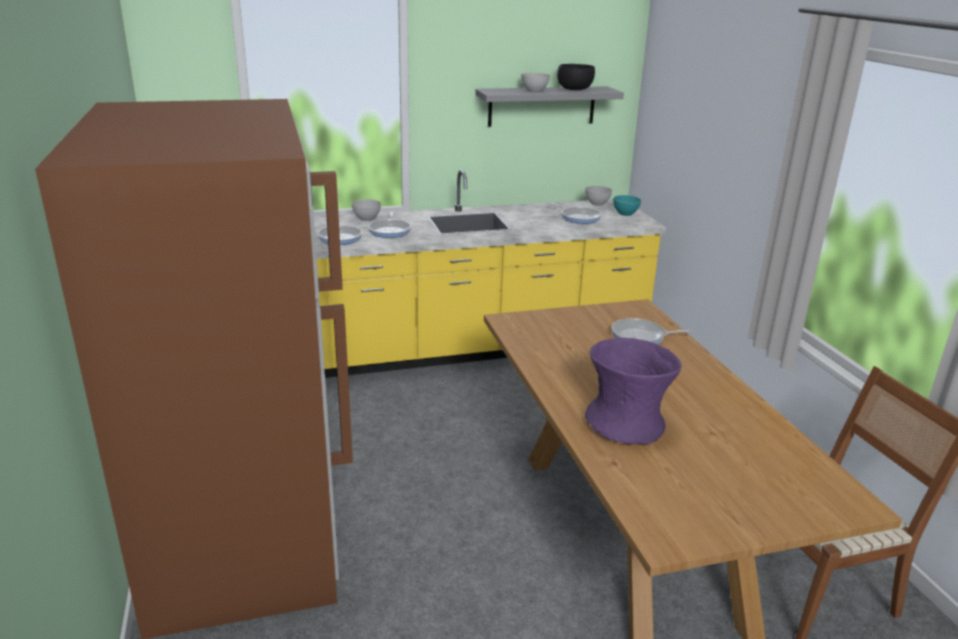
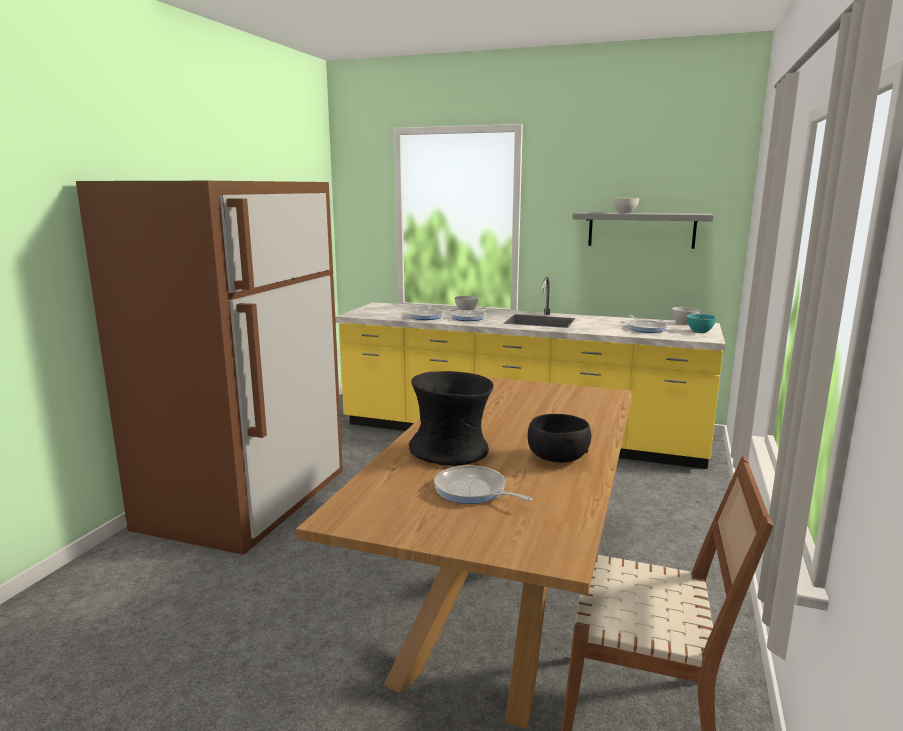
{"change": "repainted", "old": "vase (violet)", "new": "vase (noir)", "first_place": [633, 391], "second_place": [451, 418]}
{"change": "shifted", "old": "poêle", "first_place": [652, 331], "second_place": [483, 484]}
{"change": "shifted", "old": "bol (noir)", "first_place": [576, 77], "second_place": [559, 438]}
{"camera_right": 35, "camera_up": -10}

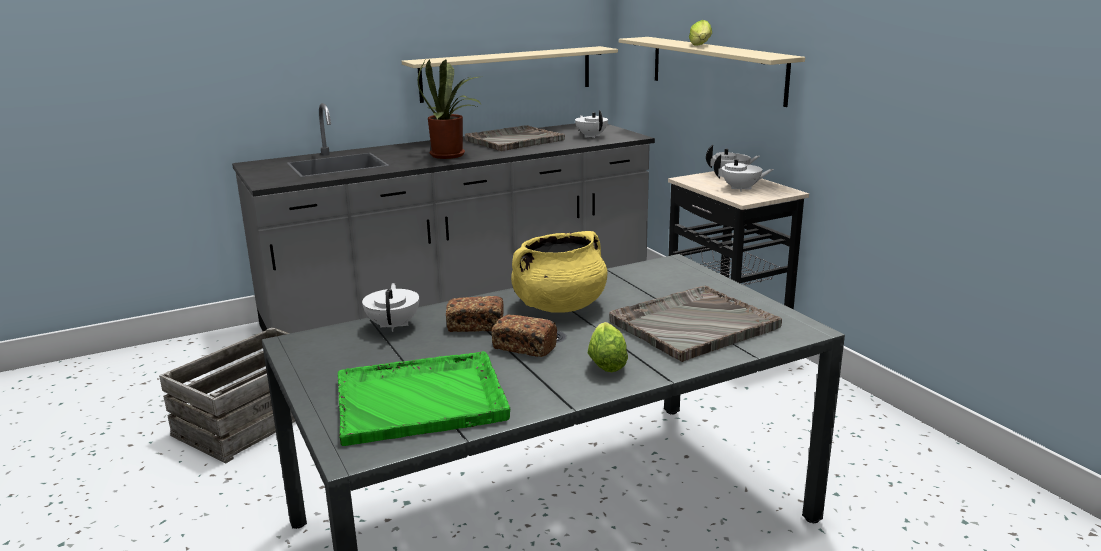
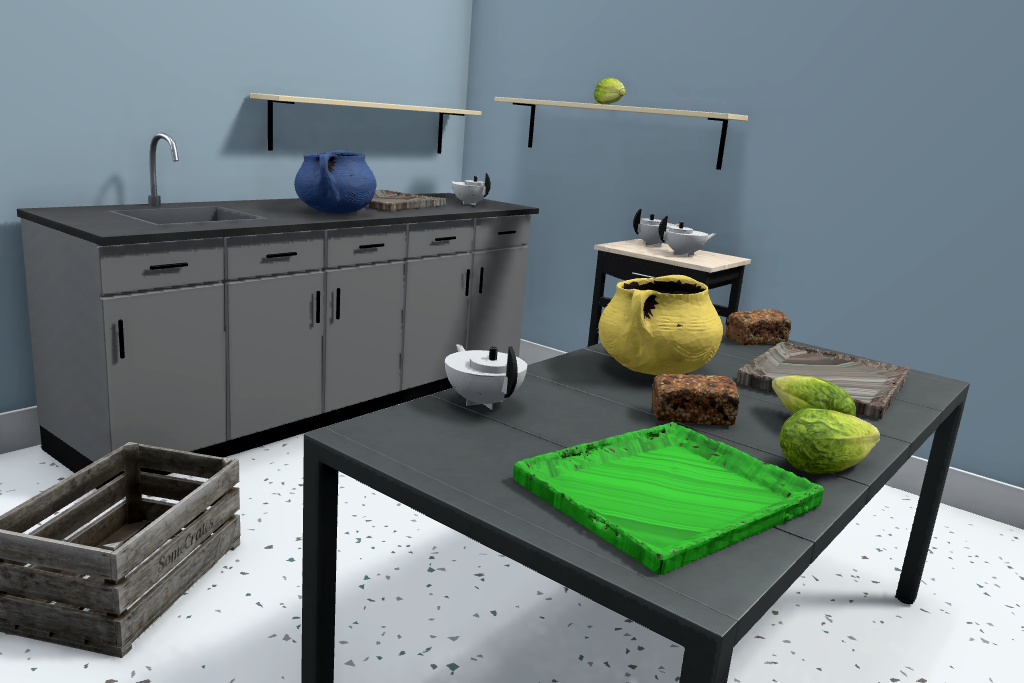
{"change": "swapped", "old": "plante en pot", "new": "marmite (bleu)", "first_place": [451, 109], "second_place": [335, 181]}
{"change": "shifted", "old": "pain", "first_place": [475, 314], "second_place": [759, 327]}
{"change": "new", "new": "laitue", "second_place": [830, 441]}
{"camera_right": -25, "camera_up": -5}

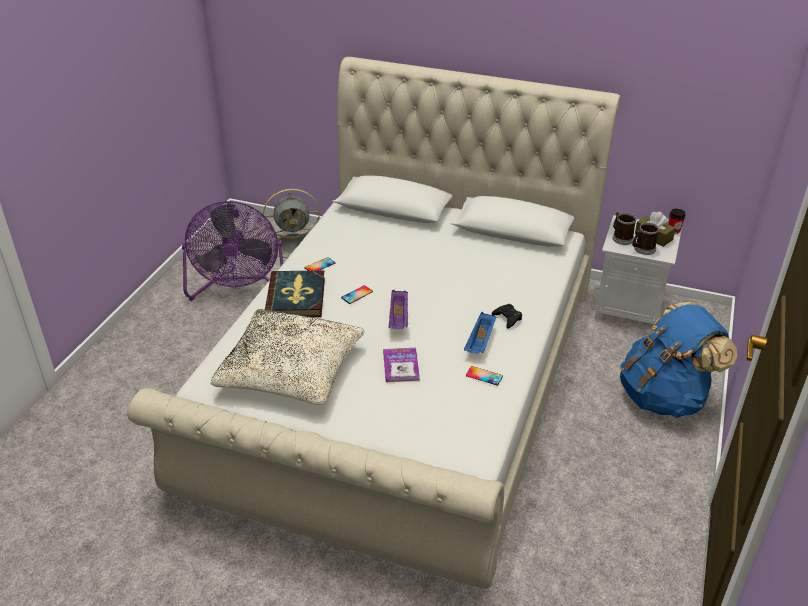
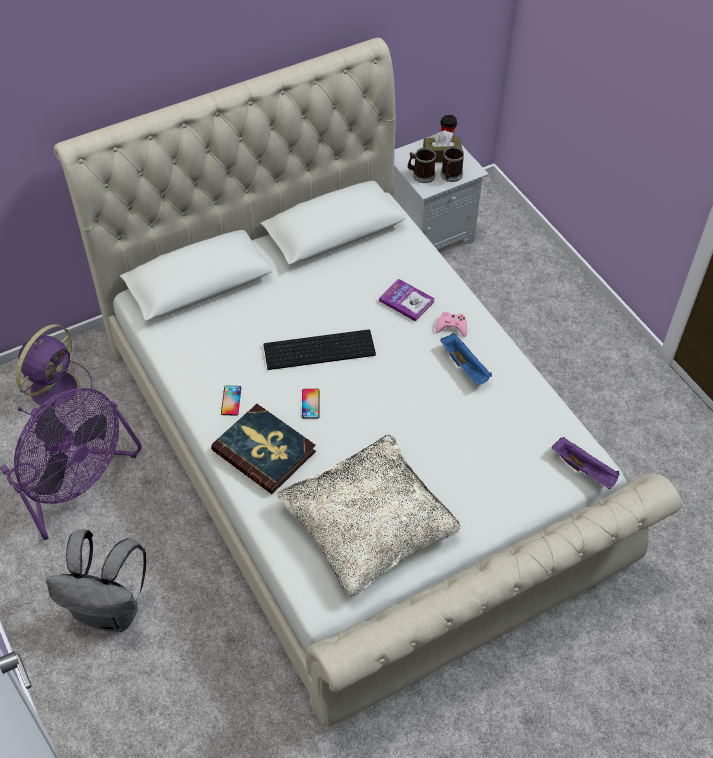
{"change": "repainted", "old": "ventilateur (gris)", "new": "ventilateur (violet)", "first_place": [291, 223], "second_place": [54, 370]}
{"change": "new", "new": "sac à dos (gris)", "second_place": [96, 580]}
{"change": "new", "new": "clavier", "second_place": [319, 349]}
{"change": "shifted", "old": "livre", "first_place": [401, 365], "second_place": [407, 300]}
{"change": "repainted", "old": "manette (noir)", "new": "manette (rose)", "first_place": [507, 316], "second_place": [451, 324]}
{"change": "shifted", "old": "plateau (violet)", "first_place": [398, 309], "second_place": [586, 463]}
{"change": "gone", "old": "téléphone", "first_place": [484, 376]}
{"change": "gone", "old": "sac à dos (bleu)", "first_place": [679, 360]}
{"camera_right": -50, "camera_up": 15}

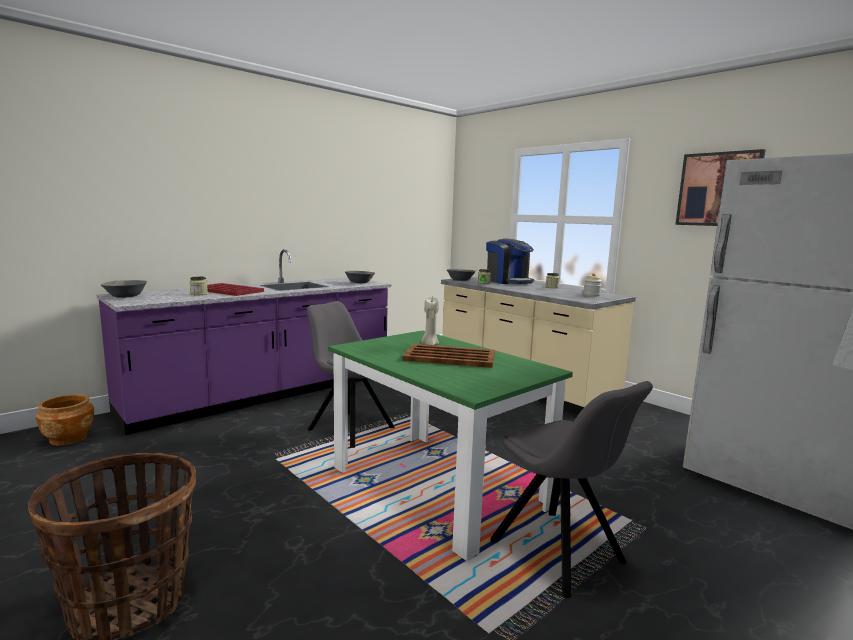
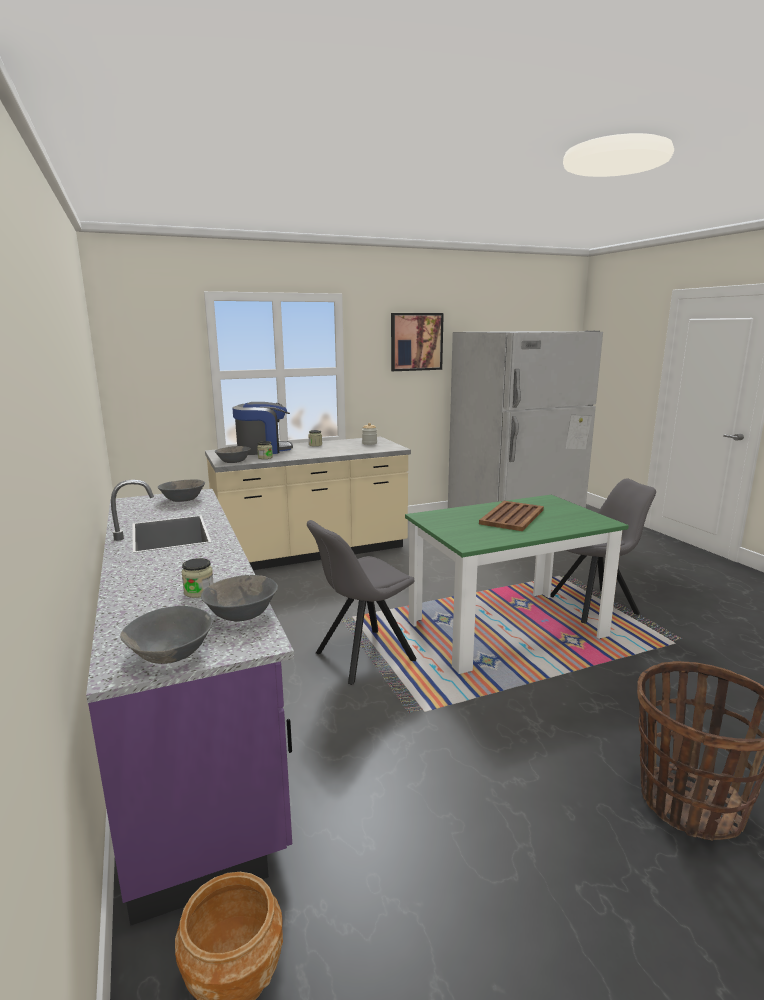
{"change": "new", "new": "bol (gris)", "second_place": [239, 598]}
{"change": "gone", "old": "plateau (rouge)", "first_place": [235, 289]}
{"change": "gone", "old": "bougie (beige)", "first_place": [430, 321]}
{"camera_right": -70, "camera_up": 5}

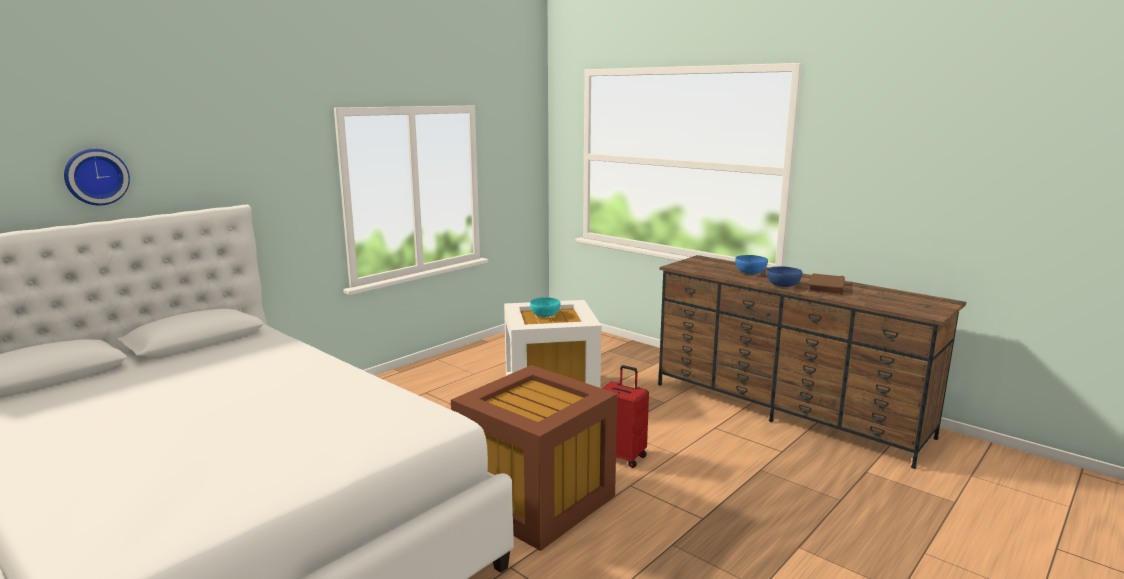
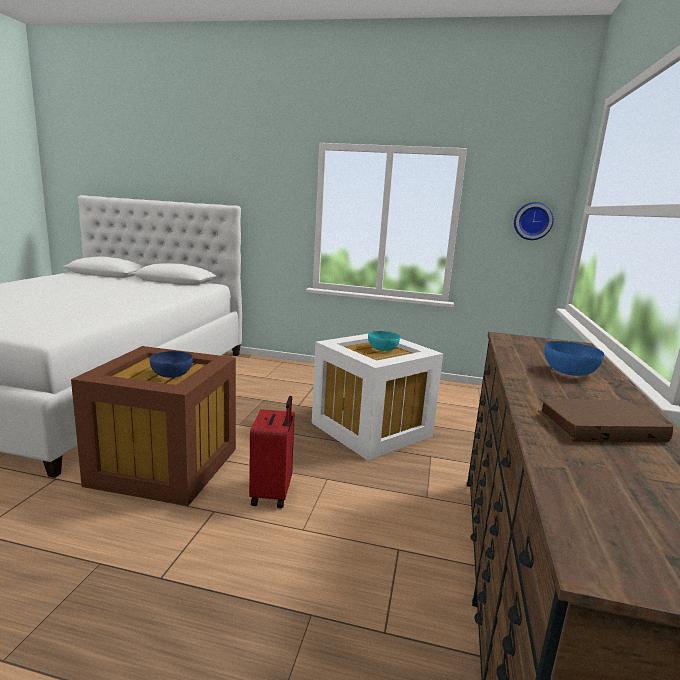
{"change": "shifted", "old": "bol (bleu)", "first_place": [784, 276], "second_place": [171, 364]}
{"change": "shifted", "old": "horloge murale", "first_place": [97, 177], "second_place": [534, 221]}
{"camera_right": 60, "camera_up": 0}

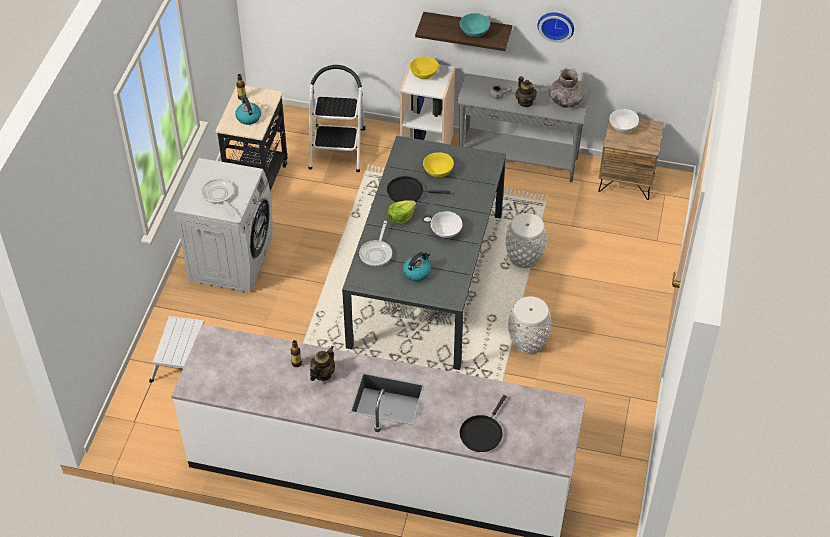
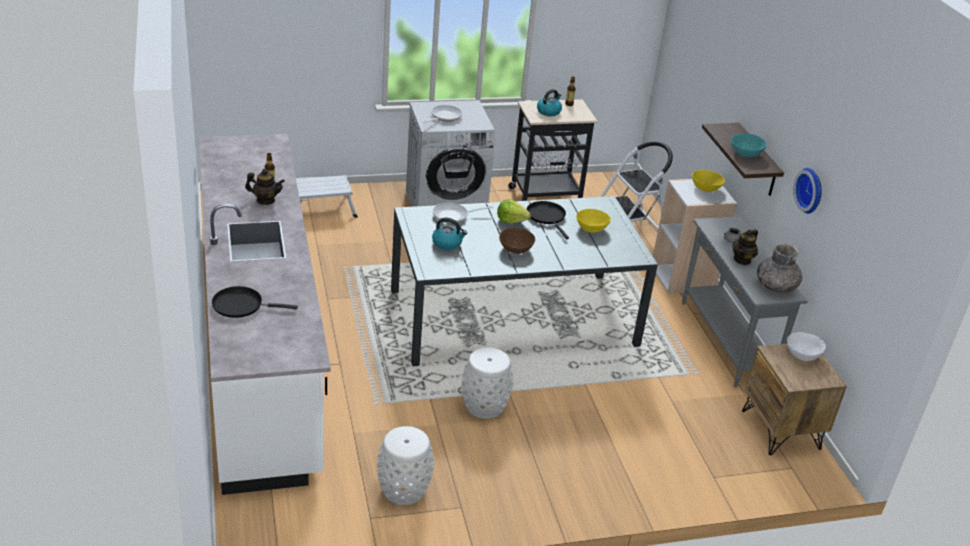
{"change": "shifted", "old": "tabouret (blanc)", "first_place": [526, 240], "second_place": [405, 465]}
{"change": "repainted", "old": "bol (blanc)", "new": "bol (marron)", "first_place": [446, 224], "second_place": [517, 241]}
{"camera_right": 60, "camera_up": -15}

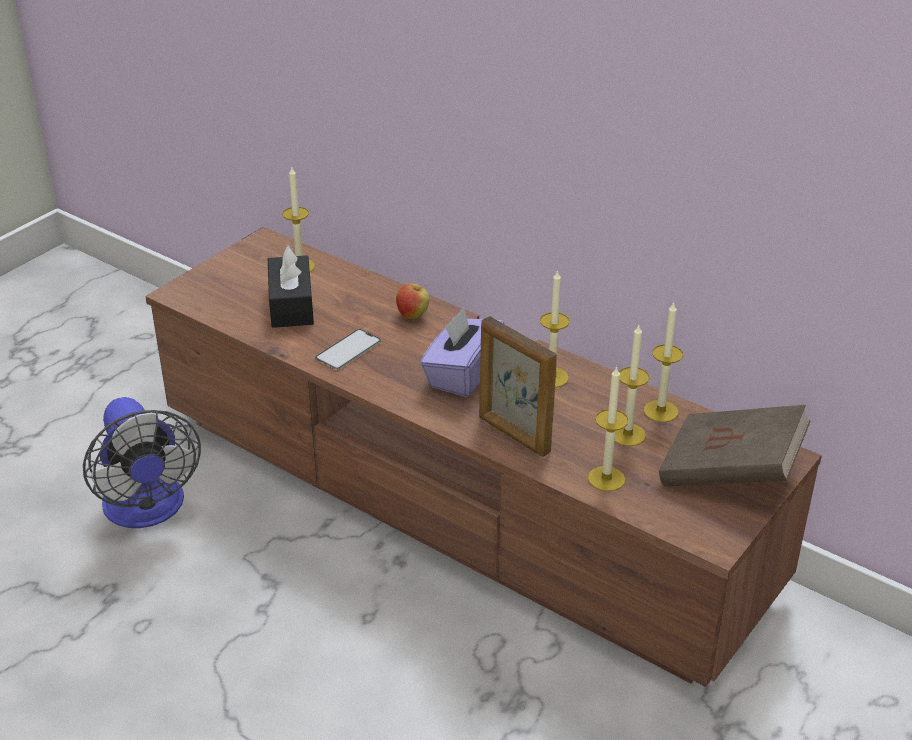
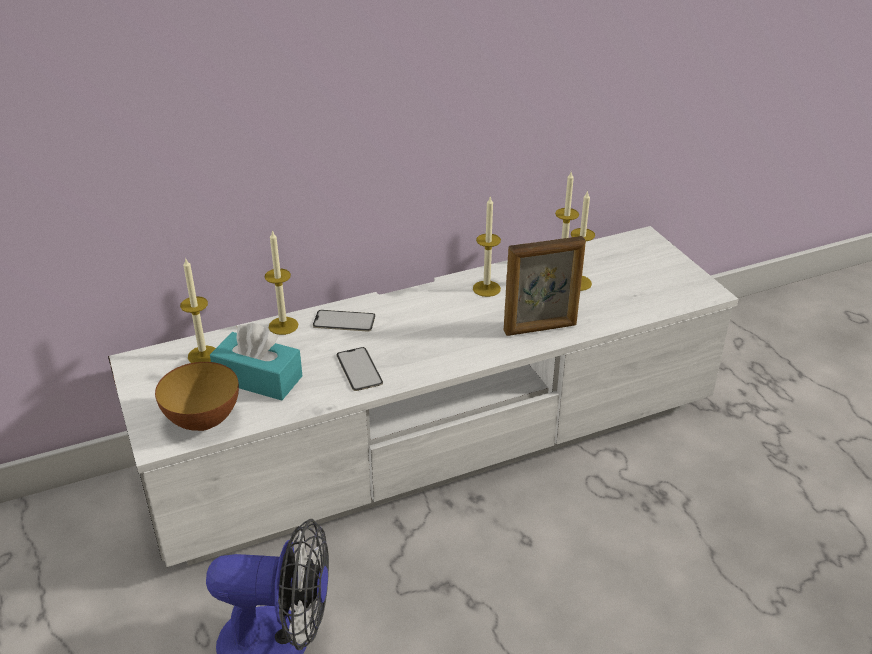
{"change": "repainted", "old": "meuble télé (marron)", "new": "meuble télé (blanc)", "first_place": [483, 457], "second_place": [423, 396]}
{"change": "new", "new": "bol", "second_place": [197, 396]}
{"change": "repainted", "old": "boîte à mouchoirs (noir)", "new": "boîte à mouchoirs (turquoise)", "first_place": [291, 287], "second_place": [256, 361]}
{"change": "shifted", "old": "bougie", "first_place": [608, 428], "second_place": [281, 282]}
{"change": "swapped", "old": "pomme", "new": "téléphone", "first_place": [412, 301], "second_place": [344, 321]}
{"change": "gone", "old": "boîte à mouchoirs (violet)", "first_place": [462, 352]}
{"change": "gone", "old": "livre (marron)", "first_place": [734, 446]}
{"camera_right": -60, "camera_up": 0}

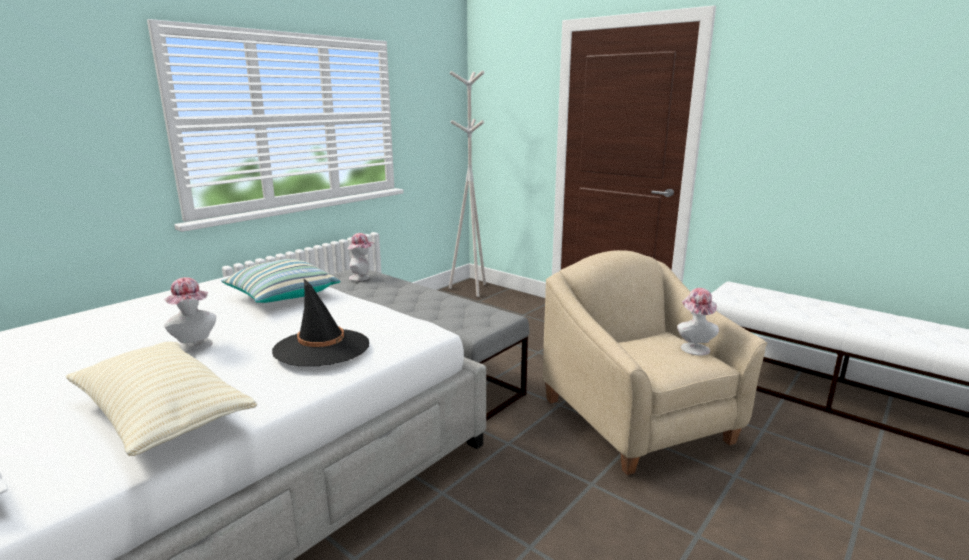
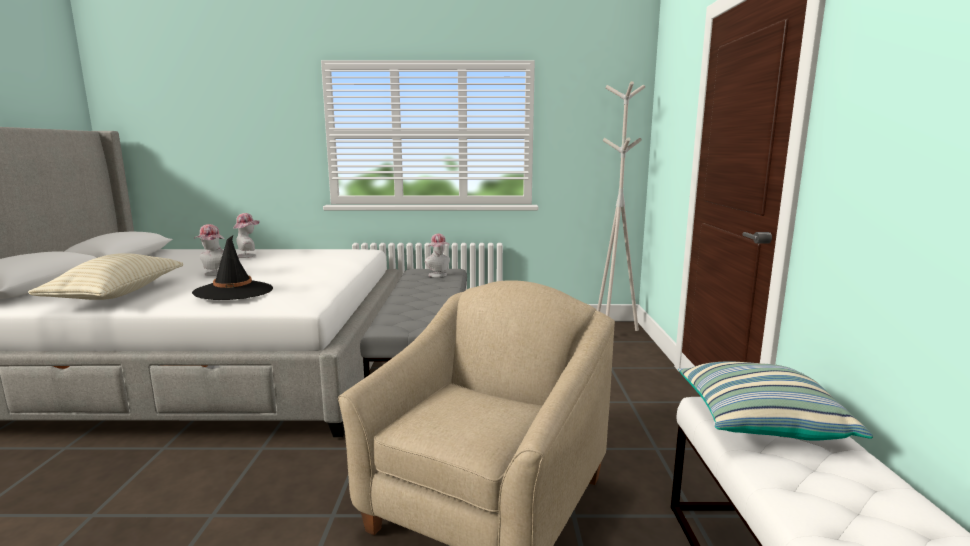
{"change": "shifted", "old": "chapeau", "first_place": [698, 322], "second_place": [246, 235]}
{"change": "shifted", "old": "coussin", "first_place": [280, 281], "second_place": [775, 401]}
{"camera_right": 50, "camera_up": -5}

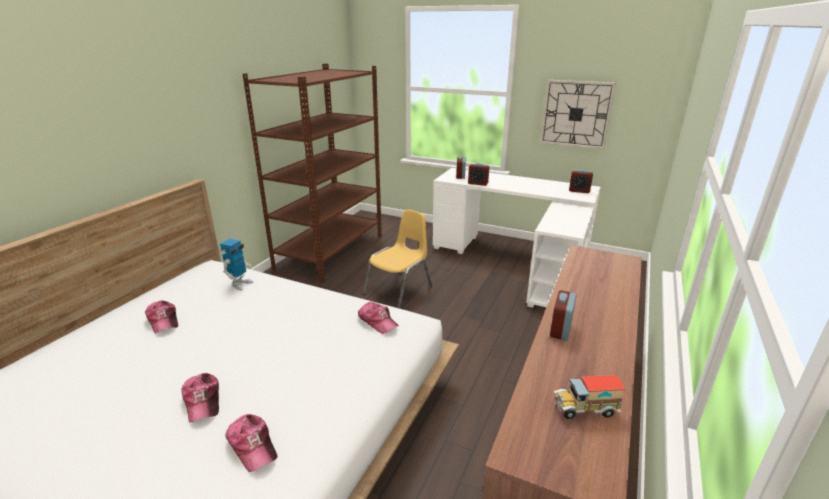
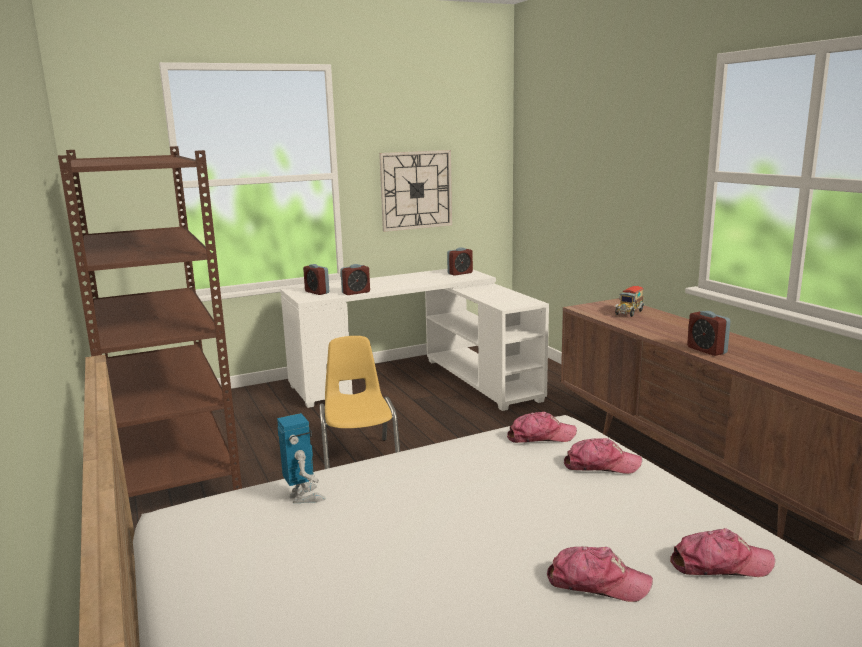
{"change": "shifted", "old": "casquette", "first_place": [161, 317], "second_place": [603, 456]}
{"change": "shifted", "old": "camion jouet", "first_place": [589, 397], "second_place": [630, 301]}
{"camera_right": -50, "camera_up": -10}

